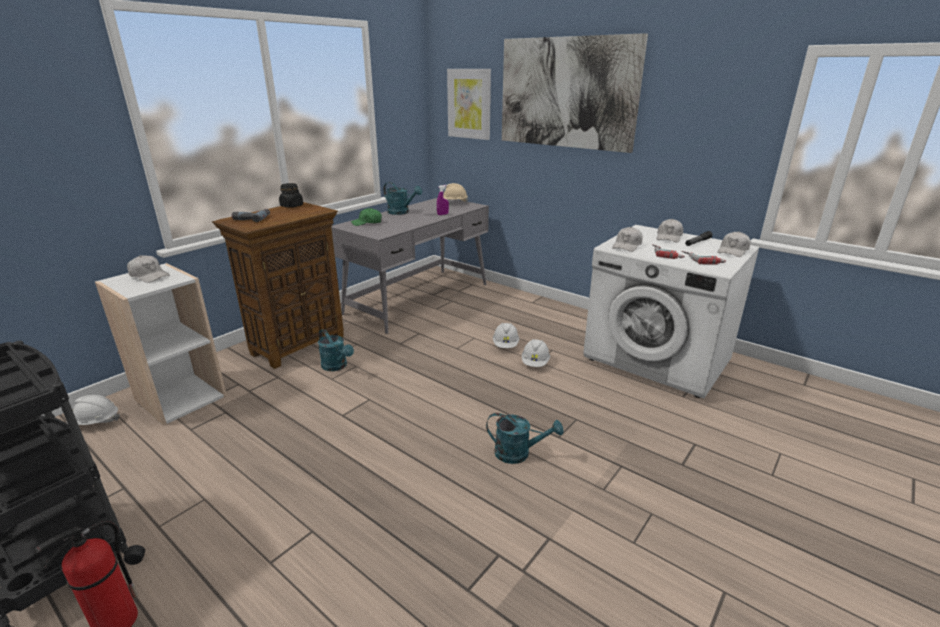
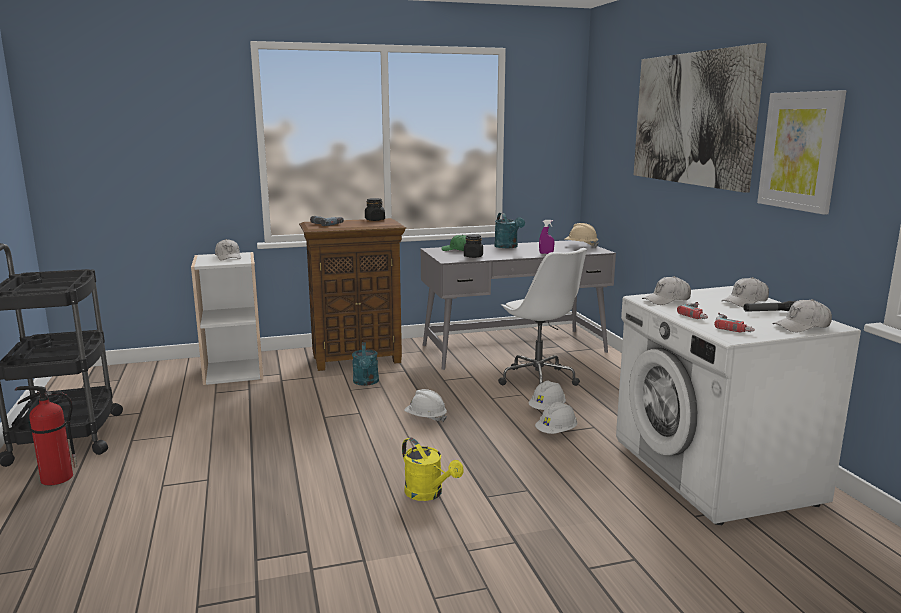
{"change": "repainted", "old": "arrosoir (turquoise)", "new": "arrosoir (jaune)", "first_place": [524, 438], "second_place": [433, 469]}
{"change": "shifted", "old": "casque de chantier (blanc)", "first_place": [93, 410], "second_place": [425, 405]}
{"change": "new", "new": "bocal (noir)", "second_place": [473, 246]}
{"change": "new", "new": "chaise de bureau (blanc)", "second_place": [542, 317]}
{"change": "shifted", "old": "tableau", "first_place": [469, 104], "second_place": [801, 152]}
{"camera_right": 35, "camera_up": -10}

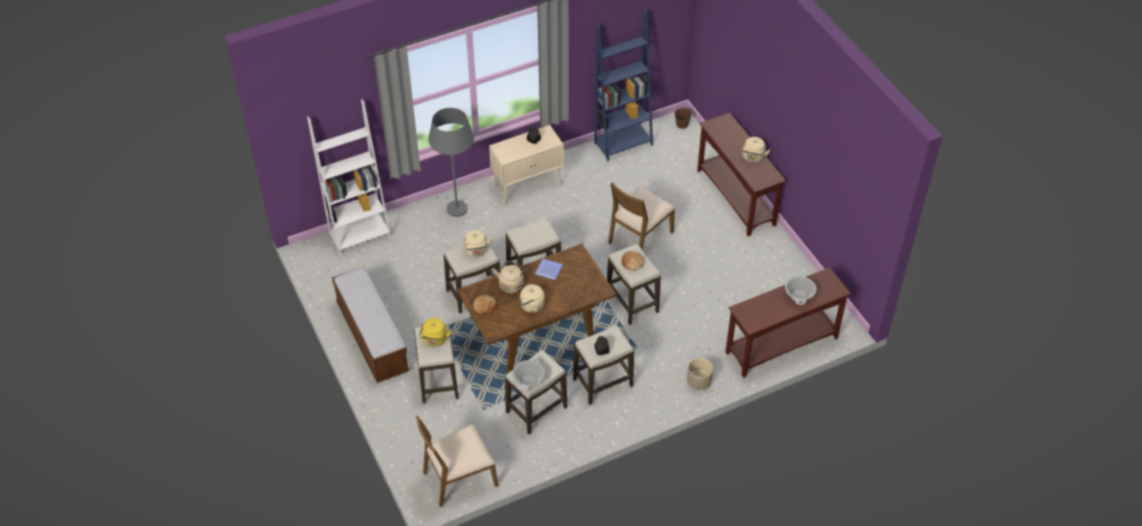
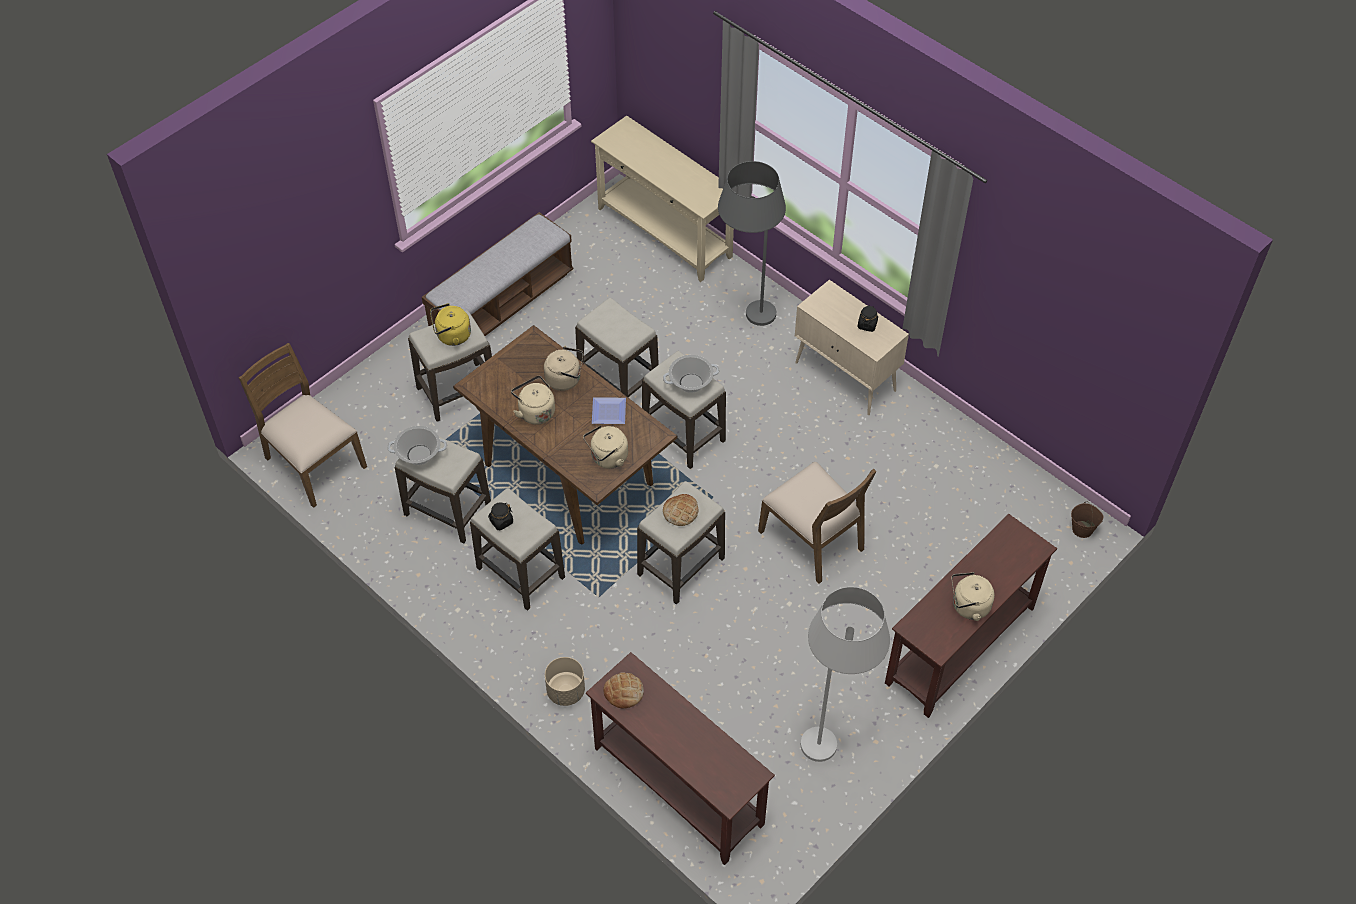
{"change": "shifted", "old": "bouilloire (beige)", "first_place": [477, 243], "second_place": [605, 447]}
{"change": "swapped", "old": "bibliothèque (blanc)", "new": "table console (beige)", "first_place": [349, 178], "second_place": [662, 199]}
{"change": "shifted", "old": "pain", "first_place": [485, 305], "second_place": [623, 690]}
{"change": "shifted", "old": "marmite", "first_place": [800, 289], "second_place": [691, 374]}
{"change": "rotated", "old": "chaise (marron)", "first_place": [641, 216], "second_place": [817, 523], "degrees": -150}
{"change": "new", "new": "lampadaire (blanc)", "second_place": [845, 674]}
{"change": "gone", "old": "bibliothèque (bleu)", "first_place": [623, 85]}
{"camera_right": 70, "camera_up": 5}

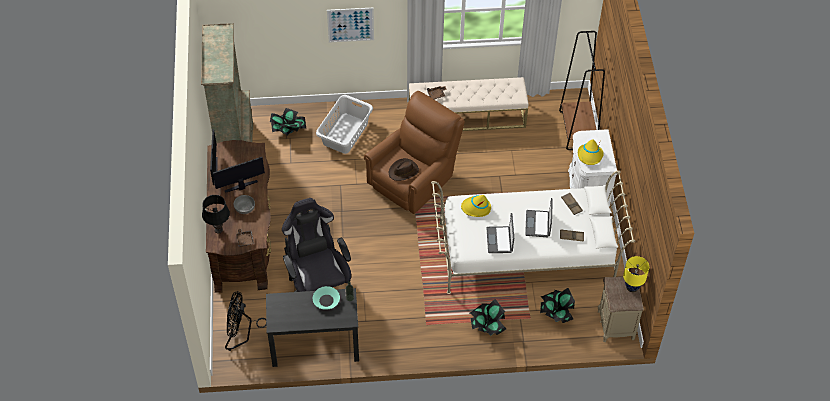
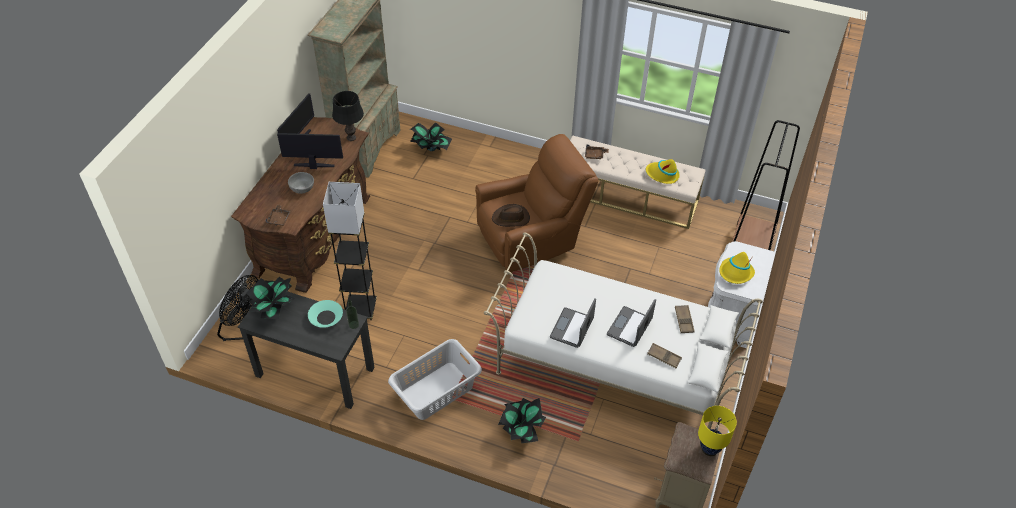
{"change": "shifted", "old": "plante en pot", "first_place": [557, 305], "second_place": [270, 298]}
{"change": "swapped", "old": "chaise de bureau (noir)", "new": "lampadaire (gris)", "first_place": [316, 245], "second_place": [350, 251]}
{"change": "shifted", "old": "lampe de table (noir)", "first_place": [216, 214], "second_place": [348, 116]}
{"change": "shifted", "old": "panier à linge (gris)", "first_place": [344, 124], "second_place": [435, 379]}
{"change": "shifted", "old": "chapeau (jaune)", "first_place": [476, 206], "second_place": [663, 171]}
{"change": "gone", "old": "tableau", "first_place": [350, 25]}
{"camera_right": 25, "camera_up": -5}

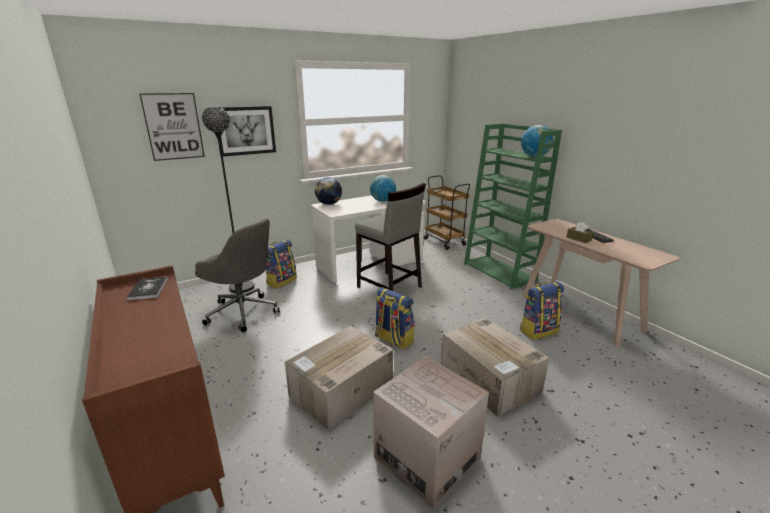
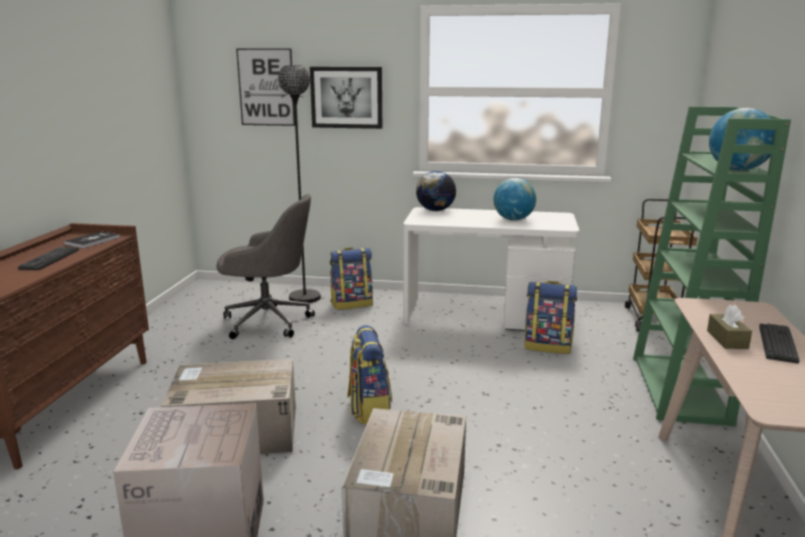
{"change": "new", "new": "clavier", "second_place": [48, 258]}
{"change": "rotated", "old": "chaise de bureau (gris)", "first_place": [237, 275], "second_place": [266, 266], "degrees": -60}
{"change": "shifted", "old": "sac à dos", "first_place": [542, 311], "second_place": [551, 317]}
{"change": "gone", "old": "tabouret (gris)", "first_place": [390, 237]}
{"camera_right": 40, "camera_up": -5}

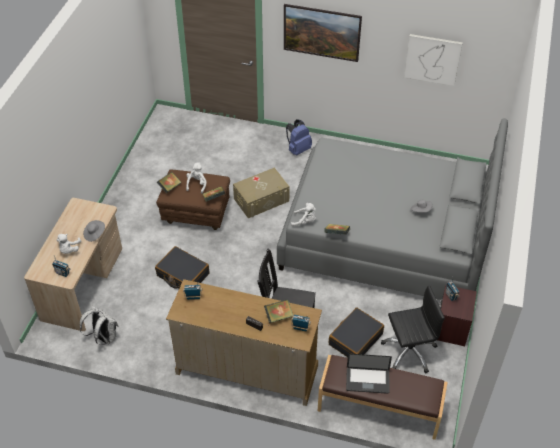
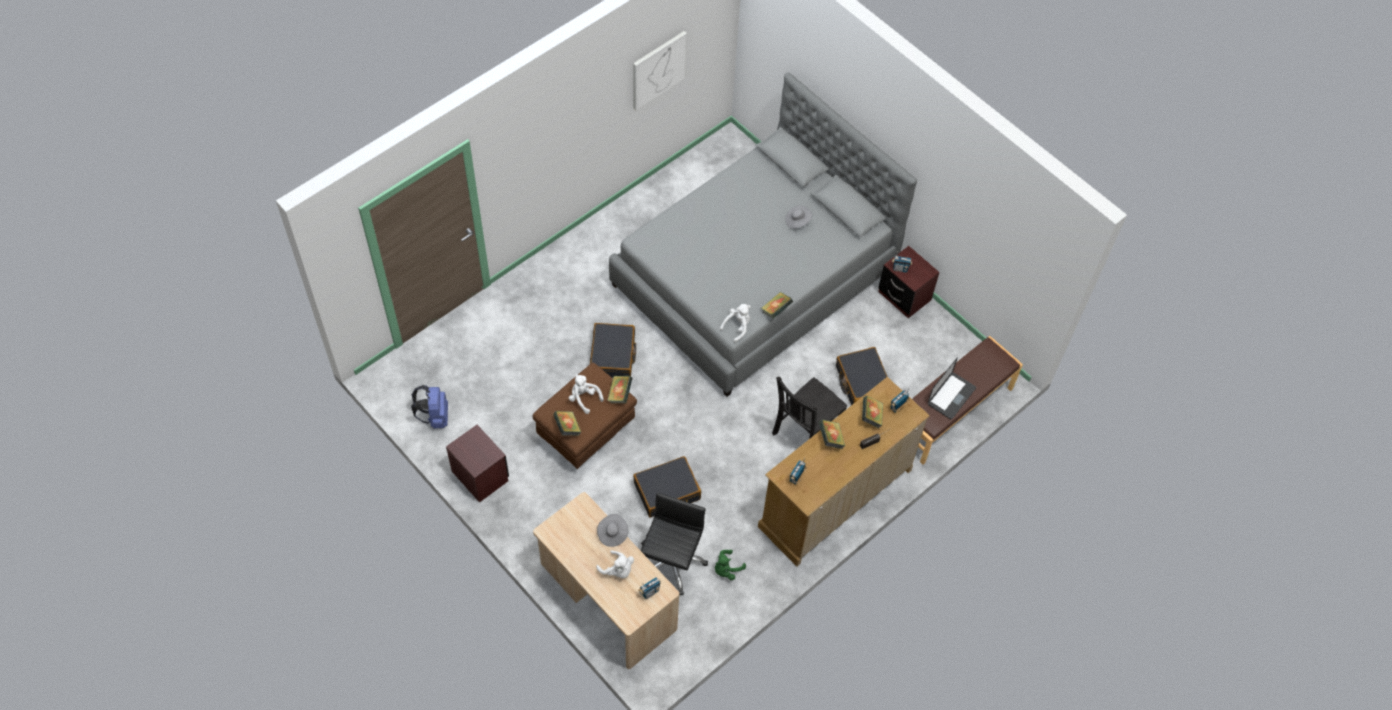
{"change": "shifted", "old": "sac à dos (bleu)", "first_place": [299, 137], "second_place": [429, 406]}
{"change": "new", "new": "table de chevet (marron)", "second_place": [477, 464]}
{"change": "swapped", "old": "boîte de rangement (beige)", "new": "valise (noir)", "first_place": [261, 193], "second_place": [613, 350]}
{"change": "shifted", "old": "chaise de bureau (noir)", "first_place": [413, 329], "second_place": [674, 544]}
{"change": "new", "new": "peluche (vert)", "second_place": [730, 565]}
{"change": "new", "new": "livre", "second_place": [832, 434]}
{"change": "gone", "old": "sac à dos (blanc)", "first_place": [99, 325]}
{"change": "gone", "old": "tableau", "first_place": [323, 33]}
{"camera_right": -60, "camera_up": 10}

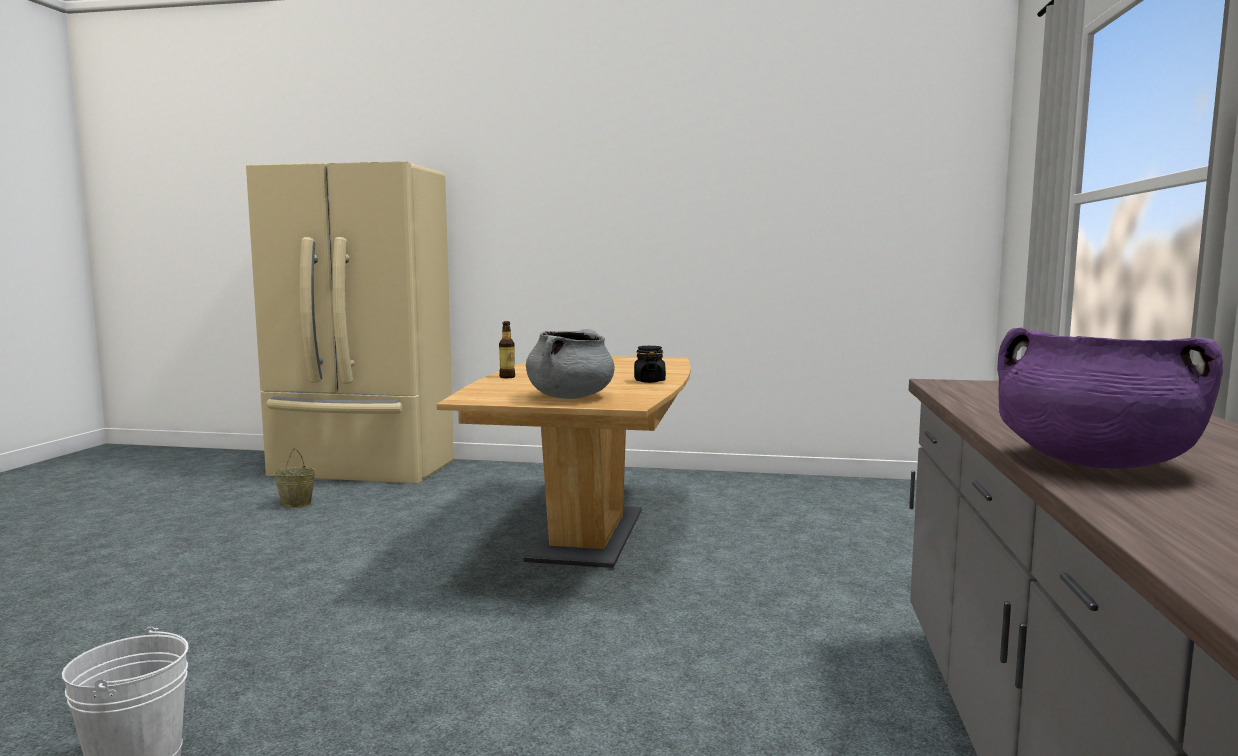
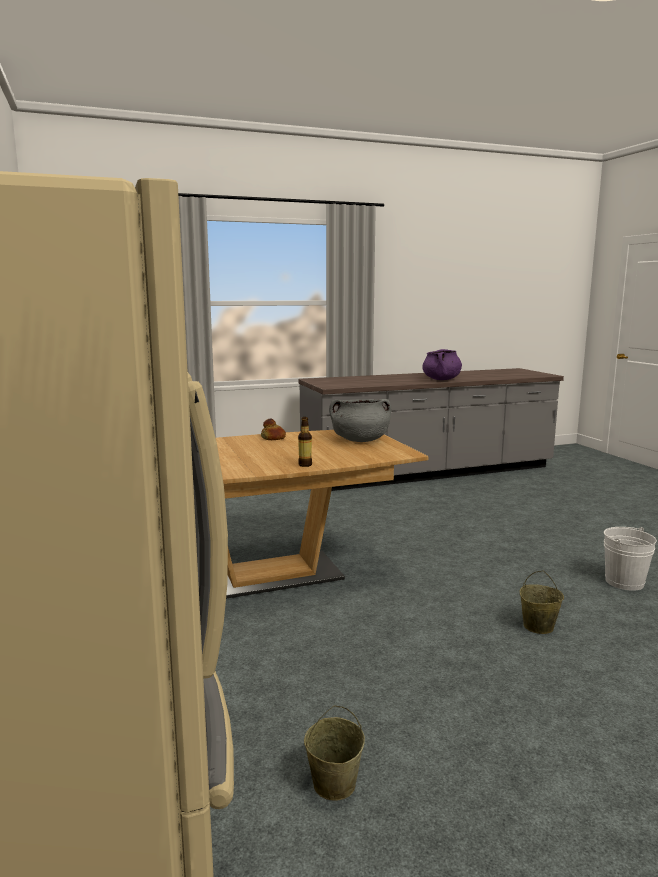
{"change": "swapped", "old": "bocal (noir)", "new": "pain", "first_place": [650, 364], "second_place": [273, 429]}
{"change": "new", "new": "seau (beige)", "second_place": [542, 602]}
{"camera_right": -120, "camera_up": 5}

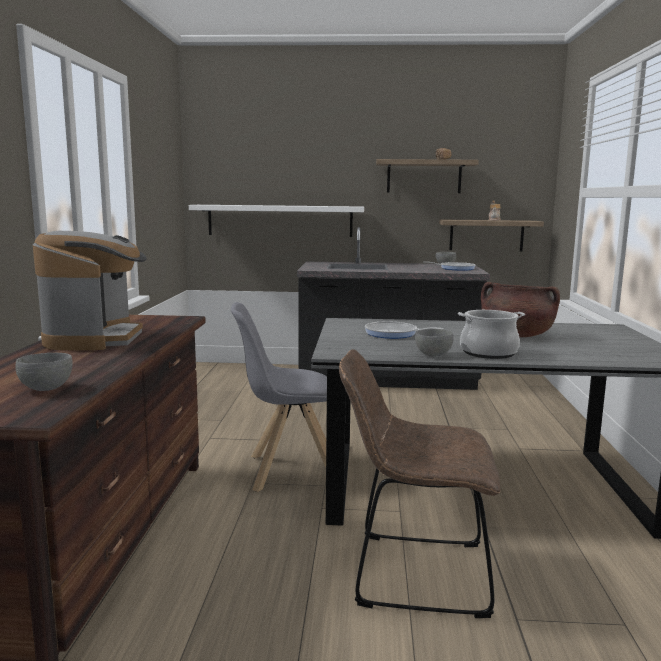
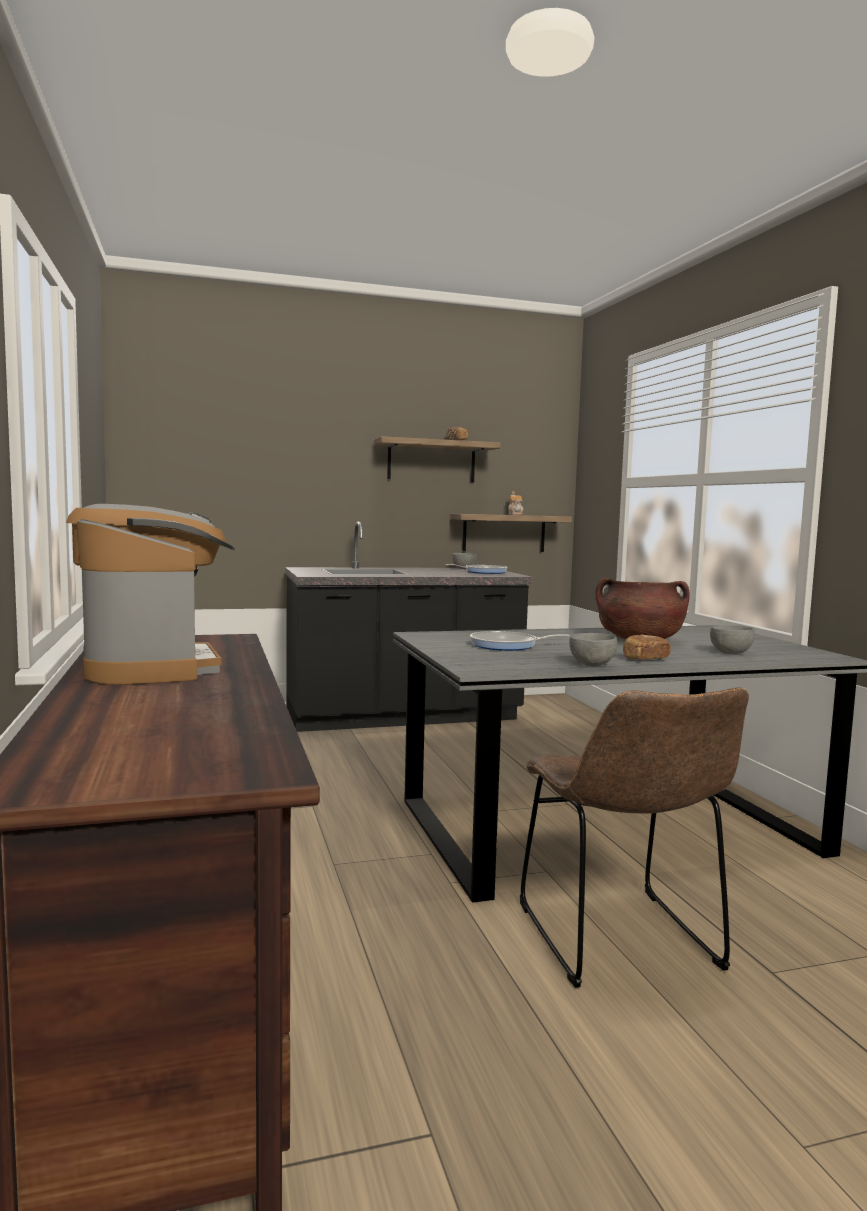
{"change": "rotated", "old": "chaise (marron)", "first_place": [419, 483], "second_place": [634, 837], "degrees": -90}
{"change": "swapped", "old": "marmite", "new": "pain", "first_place": [491, 334], "second_place": [647, 647]}
{"change": "shifted", "old": "bol (gris)", "first_place": [44, 372], "second_place": [732, 639]}
{"change": "gone", "old": "étagère (blanc)", "first_place": [276, 221]}
{"change": "gone", "old": "chaise (gris)", "first_place": [279, 397]}
{"camera_right": -20, "camera_up": -5}

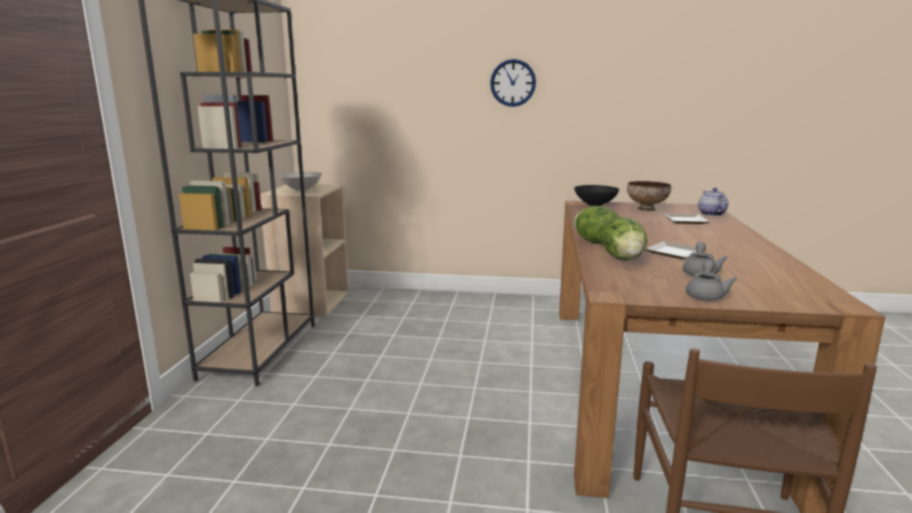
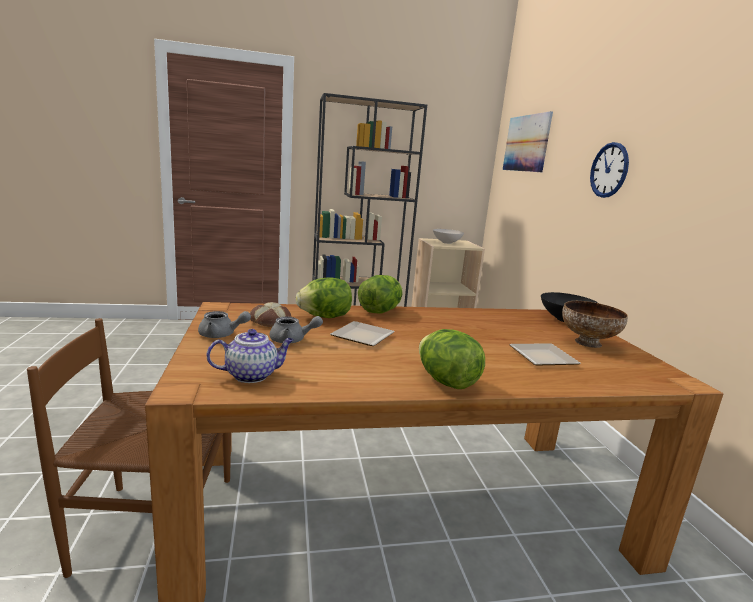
{"change": "shifted", "old": "théière", "first_place": [713, 202], "second_place": [250, 356]}
{"change": "new", "new": "pain", "second_place": [271, 314]}
{"change": "new", "new": "laitue", "second_place": [452, 359]}
{"change": "new", "new": "tableau", "second_place": [528, 141]}
{"camera_right": 70, "camera_up": 0}

